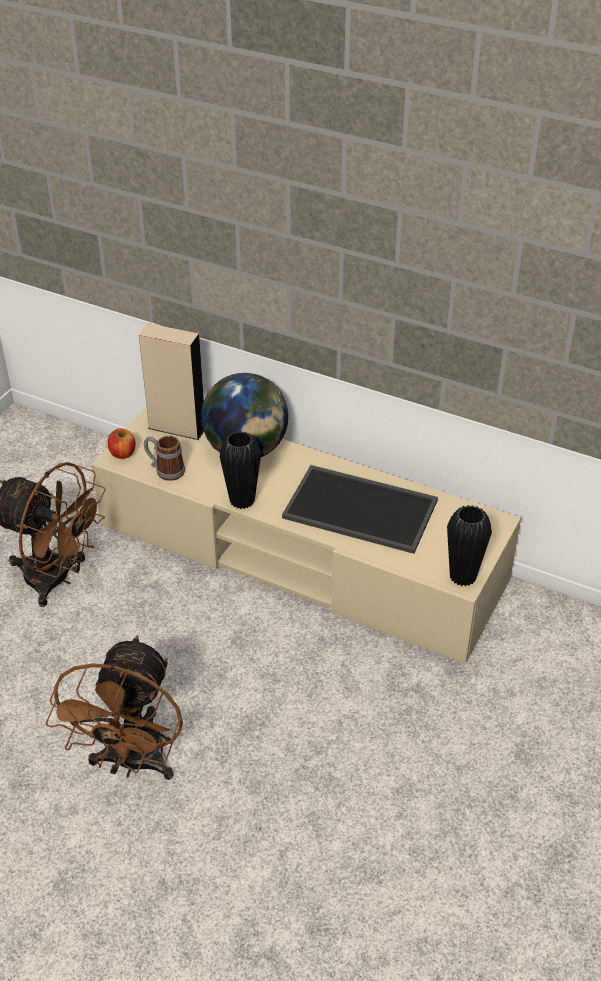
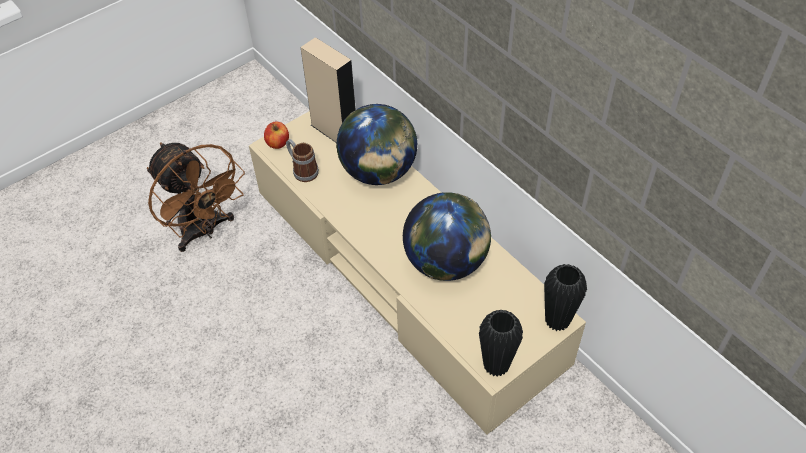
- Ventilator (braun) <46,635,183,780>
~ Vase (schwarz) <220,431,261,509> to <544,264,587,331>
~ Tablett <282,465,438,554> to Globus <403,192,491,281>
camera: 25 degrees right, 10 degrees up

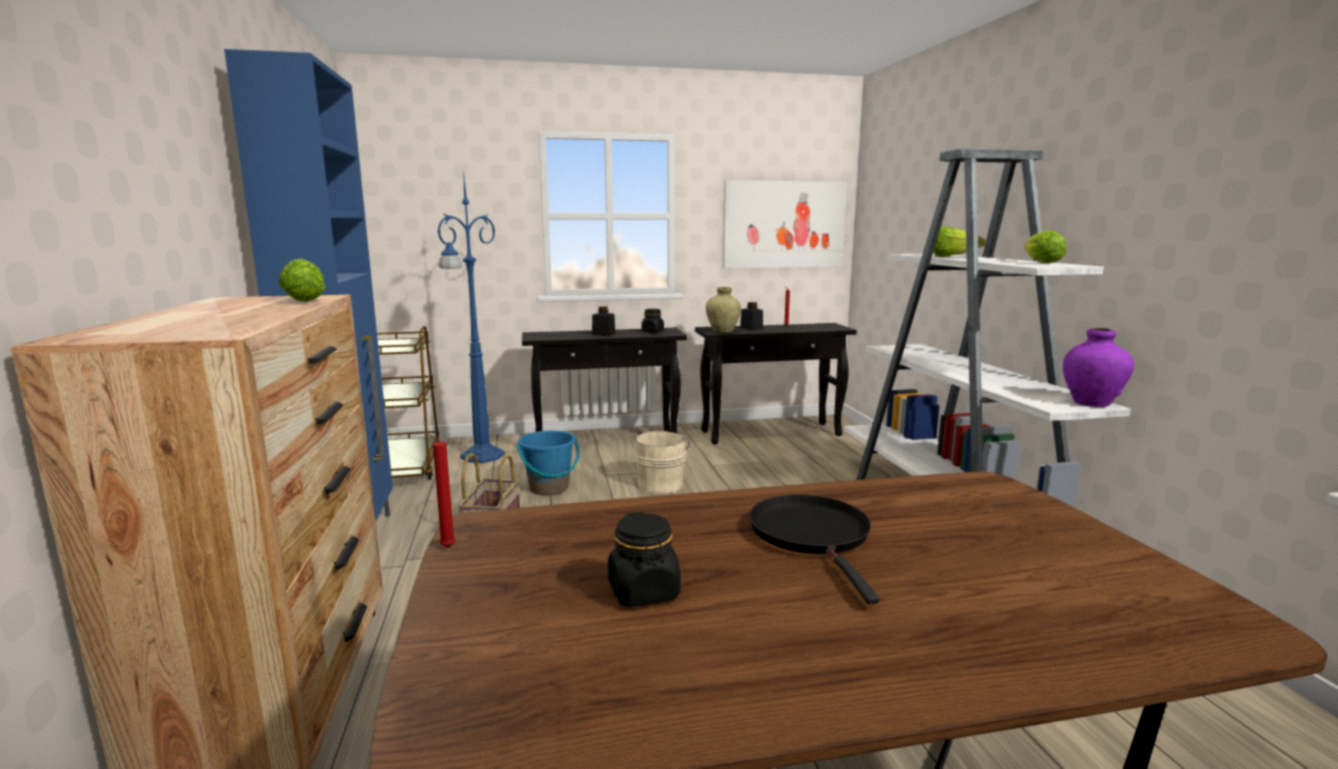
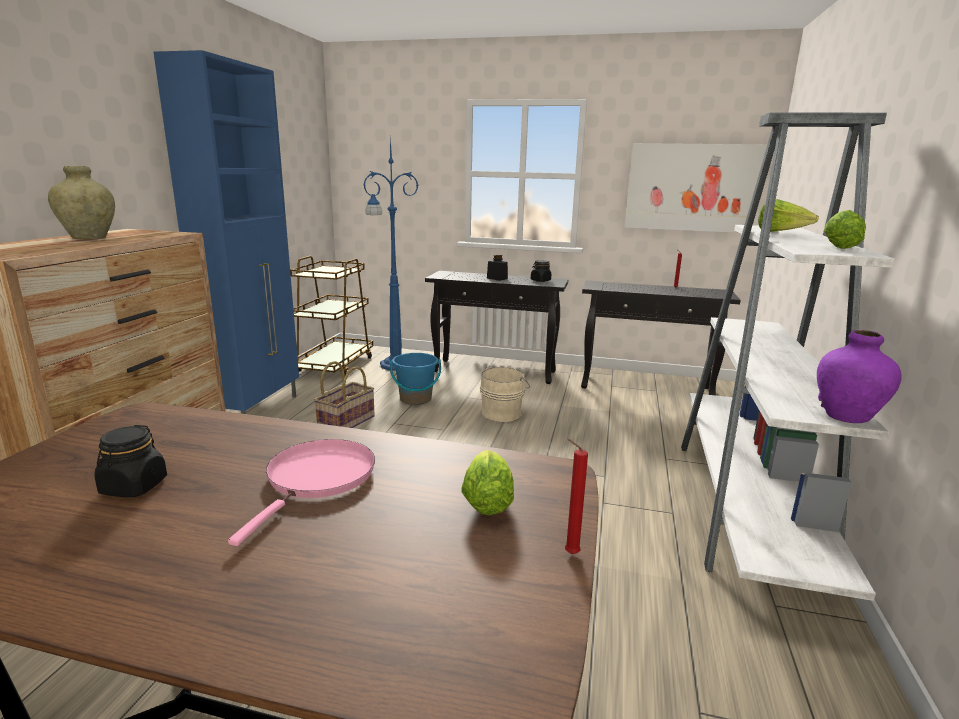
~ Salatkopf <279,259,325,302> to <462,450,514,515>
~ Kerze (rot) <424,432,456,547> to <565,439,588,554>
~ Vase (beige) <706,287,741,333> to <48,166,115,239>
- Vorratsglas (schwarz) <740,302,763,330>
~ Pfanne (schwarz) <749,495,880,604> to Pfanne (rosa) <228,439,375,546>
camera: 25 degrees right, 5 degrees up

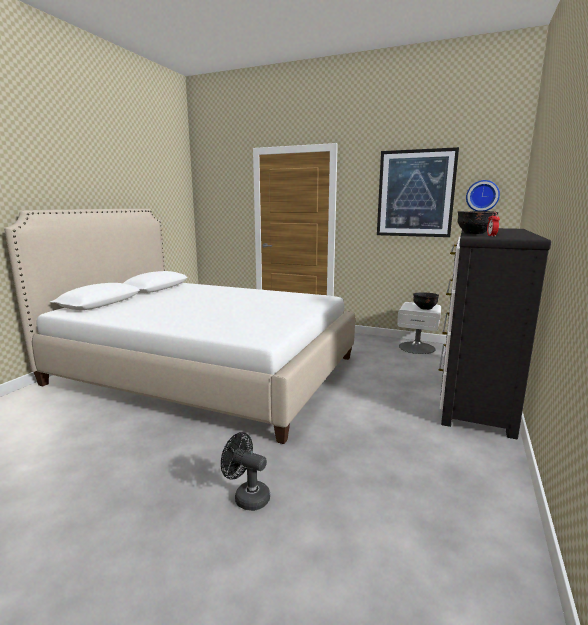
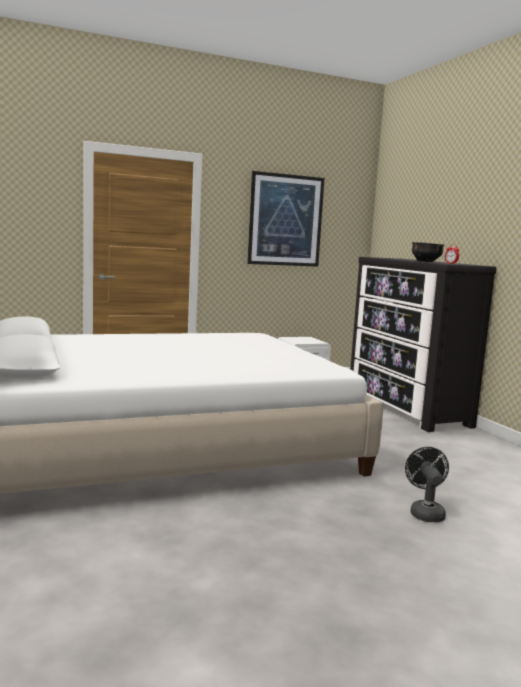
~ Ventilator (schwarz) <221,432,270,511> = <405,447,449,522> 105 degrees clockwise
- Schüssel (schwarz) <413,292,439,310>
- Wanduhr <466,180,500,211>
camera: 45 degrees left, 5 degrees down

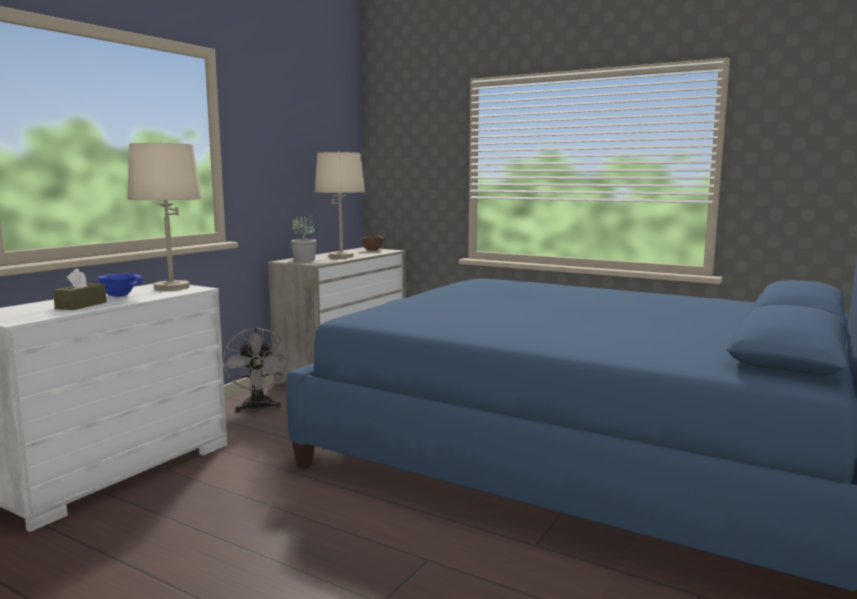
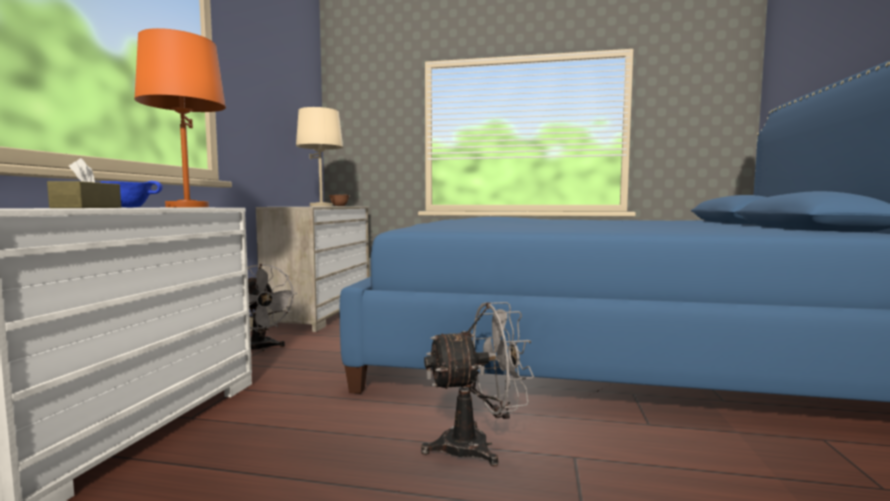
~ Tischlampe (beige) <127,142,202,291> to Tischlampe (orange) <134,28,226,207>
- Topfpflanze <291,214,317,261>
+ Ventilator (grau) <421,302,534,467>
camera: 20 degrees left, 5 degrees down

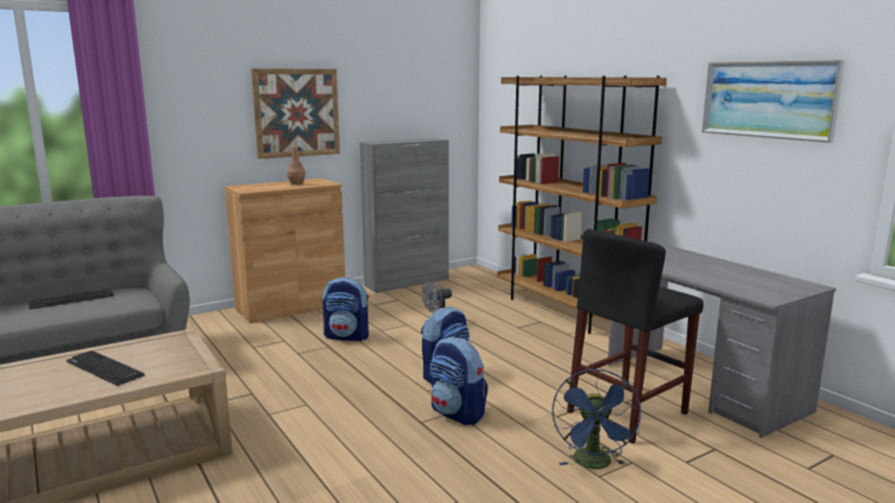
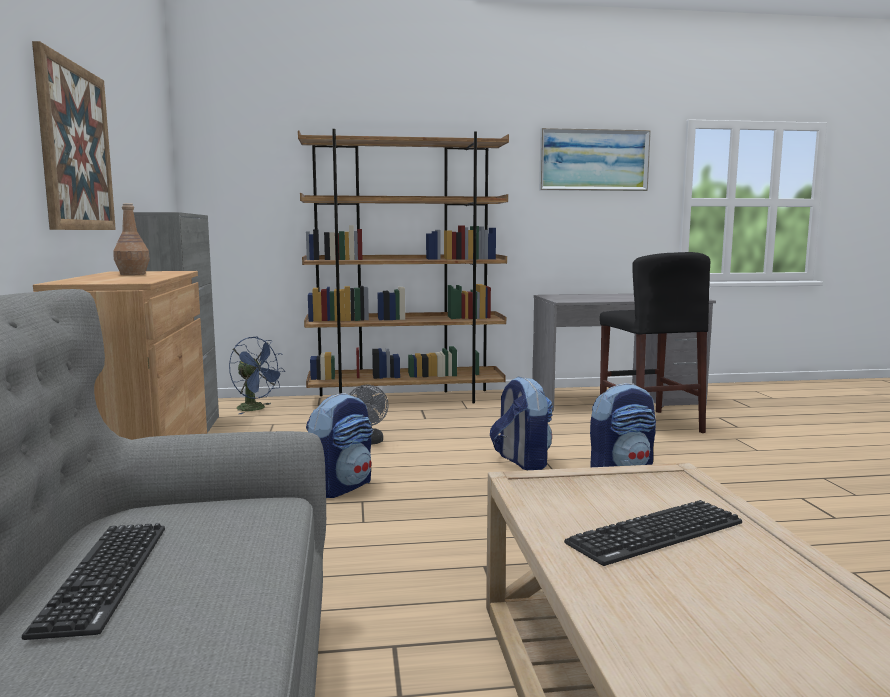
~ Ventilator (blau) <552,369,641,469> to <229,336,285,414>
camera: 65 degrees left, 5 degrees down

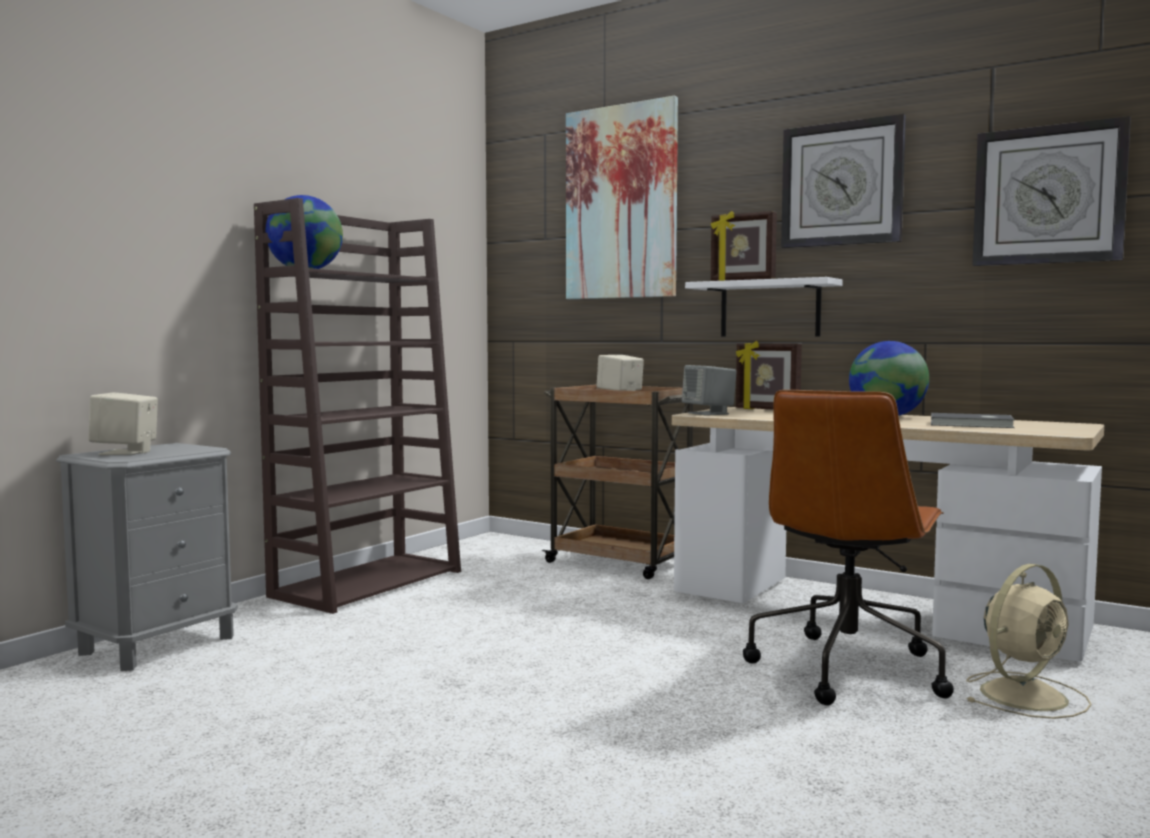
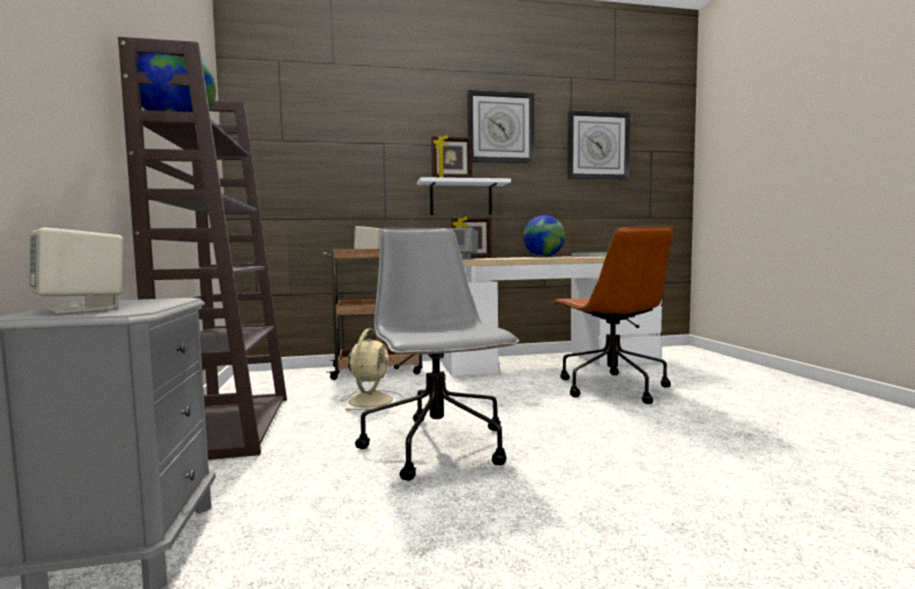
- Bild <566,96,678,299>
~ Ventilator (beige) <966,564,1091,719> to <341,328,402,411>
+ Bürostuhl (grau) <355,228,519,481>
camera: 45 degrees left, 0 degrees up

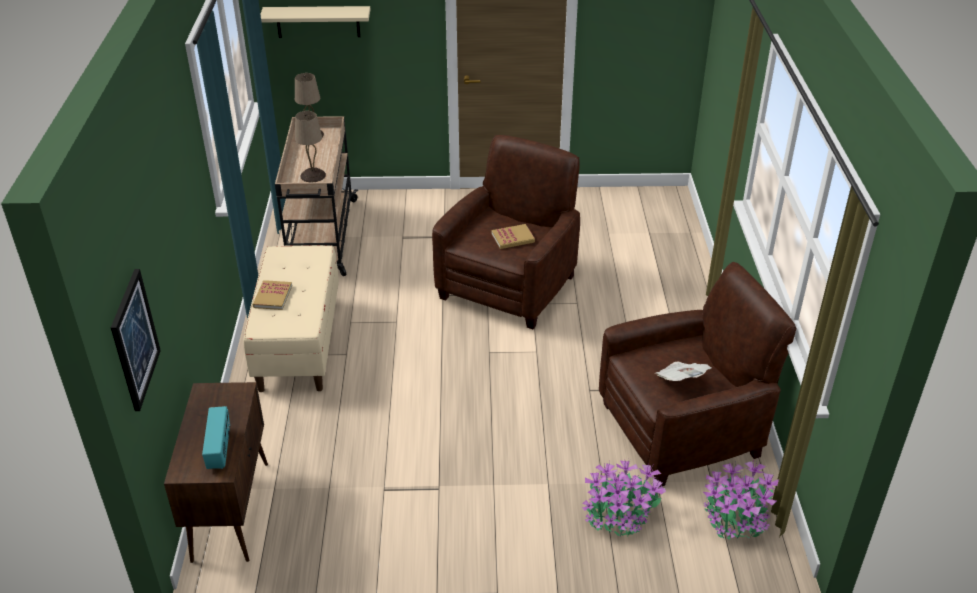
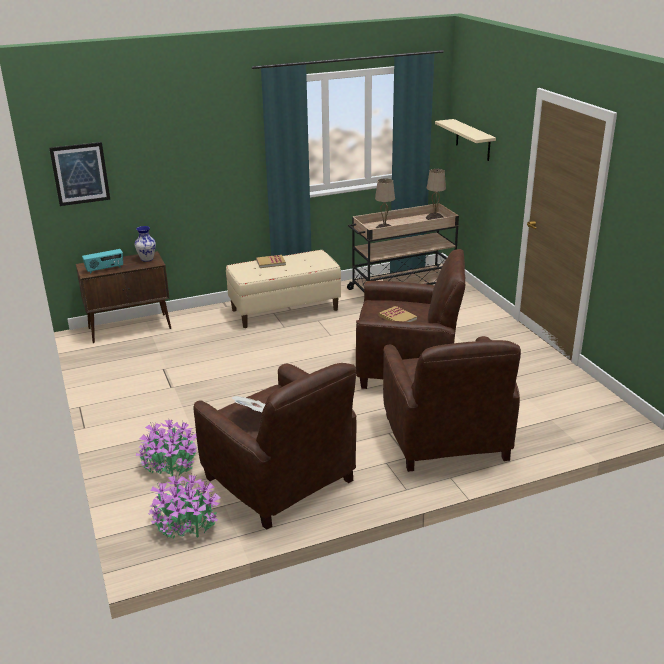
+ Vase <134,226,156,262>
+ Sessel (braun) <383,336,521,472>
camera: 70 degrees right, 10 degrees down

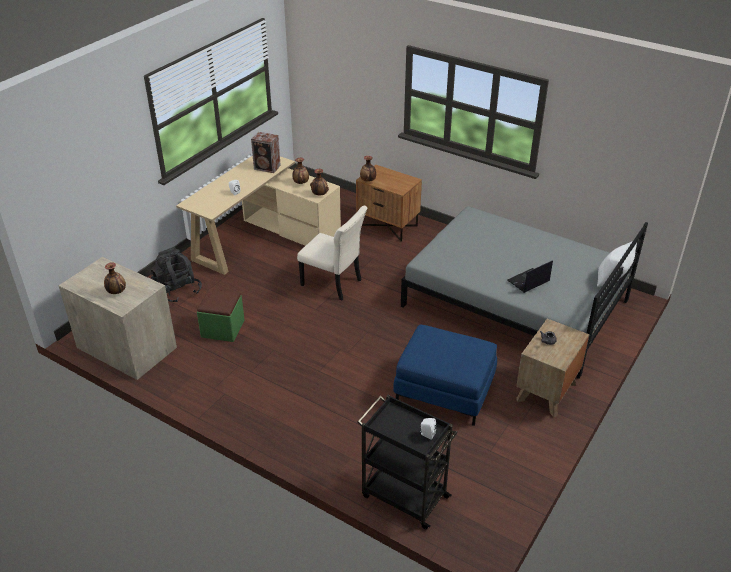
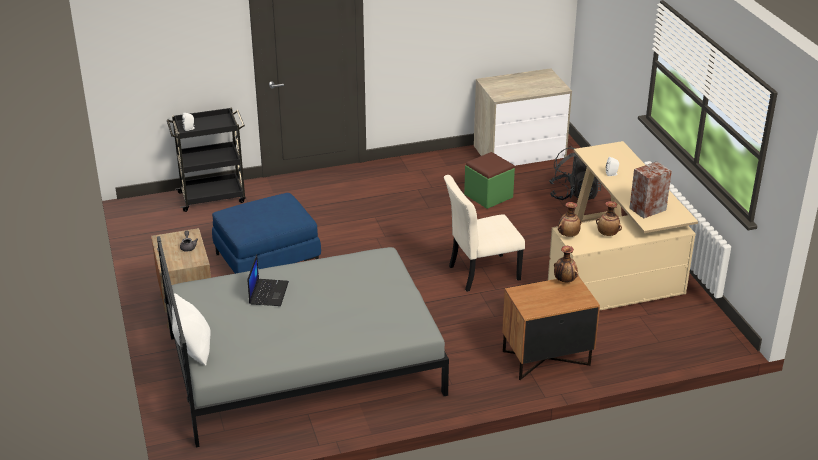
- Vase <104,262,126,294>
camera: 130 degrees right, 5 degrees down

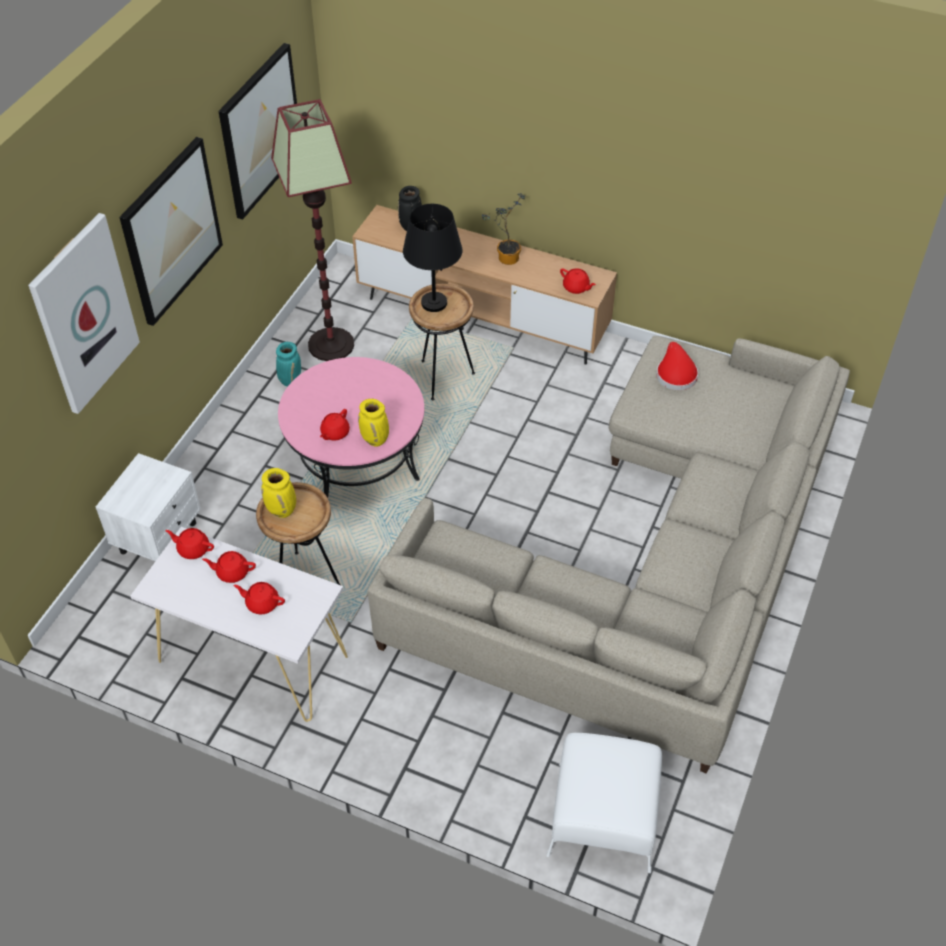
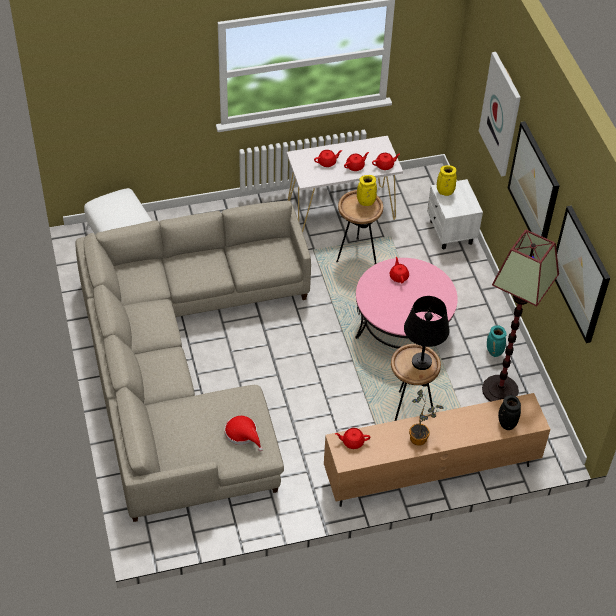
~ Vase (gelb) <358,399,389,447> to <437,165,457,196>
camera: 140 degrees right, 0 degrees up

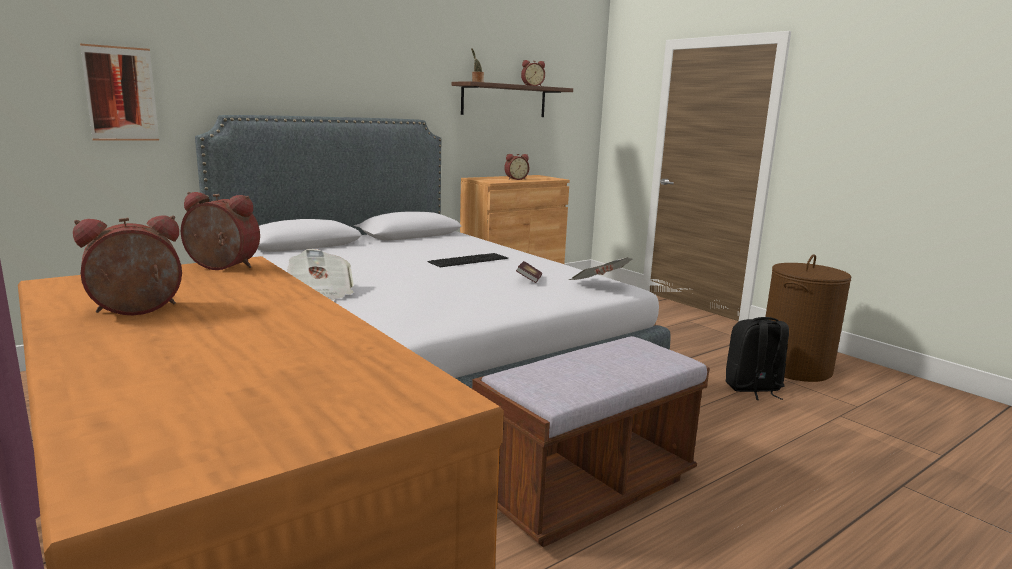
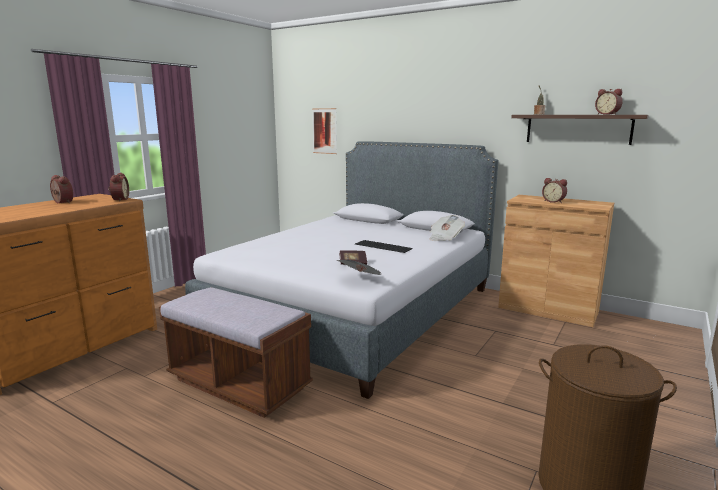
~ Zeitung <287,249,353,301> to <430,215,465,241>
- Rucksack (schwarz) <726,317,789,400>
camera: 70 degrees right, 0 degrees up

